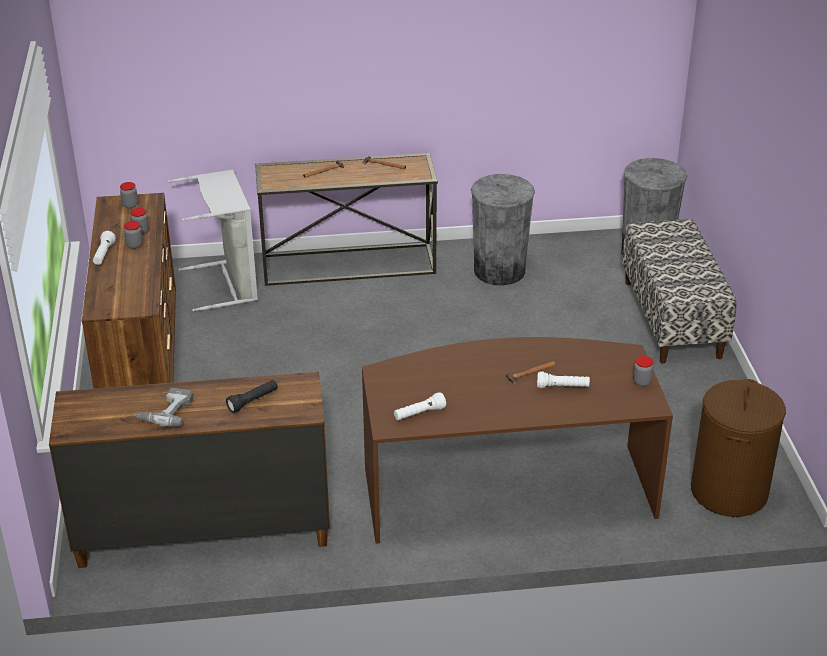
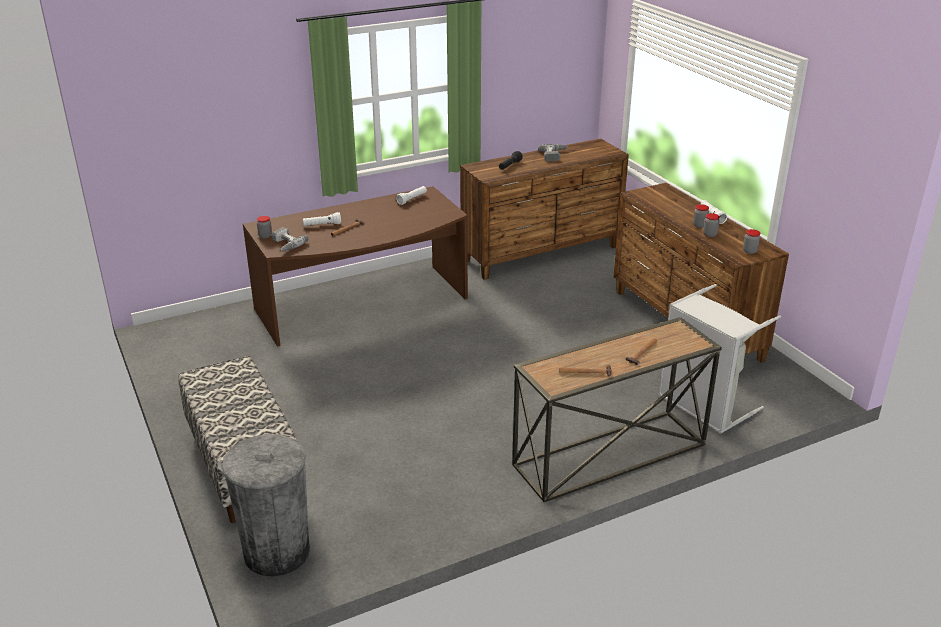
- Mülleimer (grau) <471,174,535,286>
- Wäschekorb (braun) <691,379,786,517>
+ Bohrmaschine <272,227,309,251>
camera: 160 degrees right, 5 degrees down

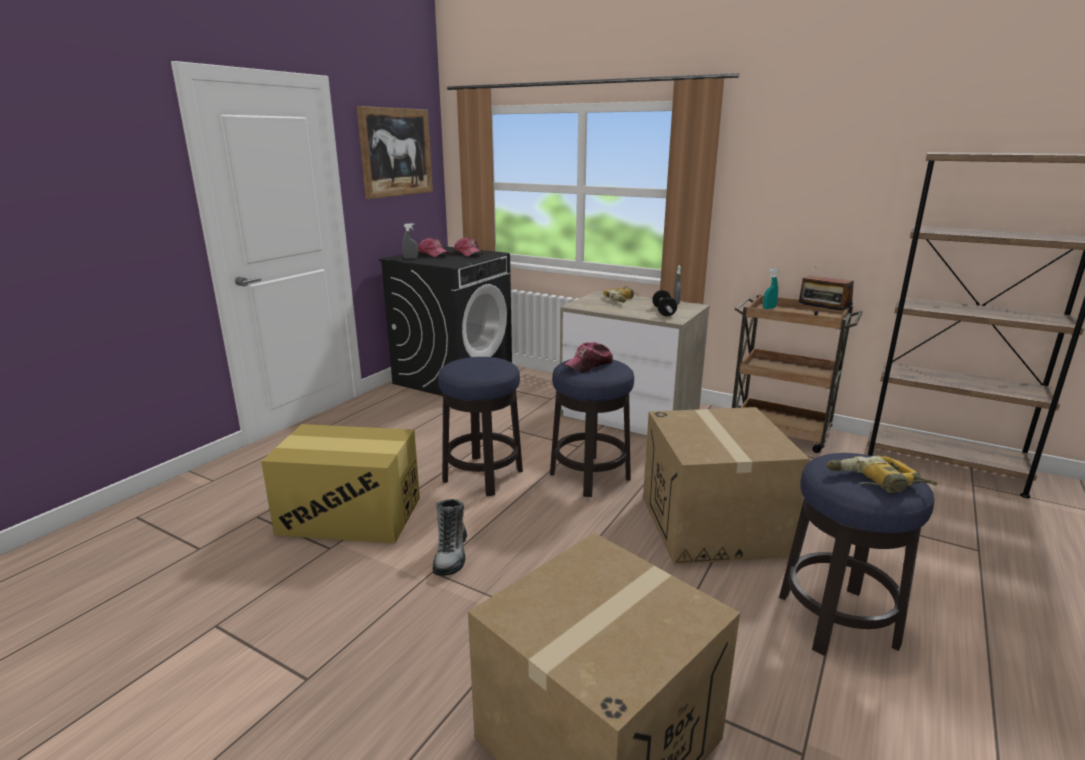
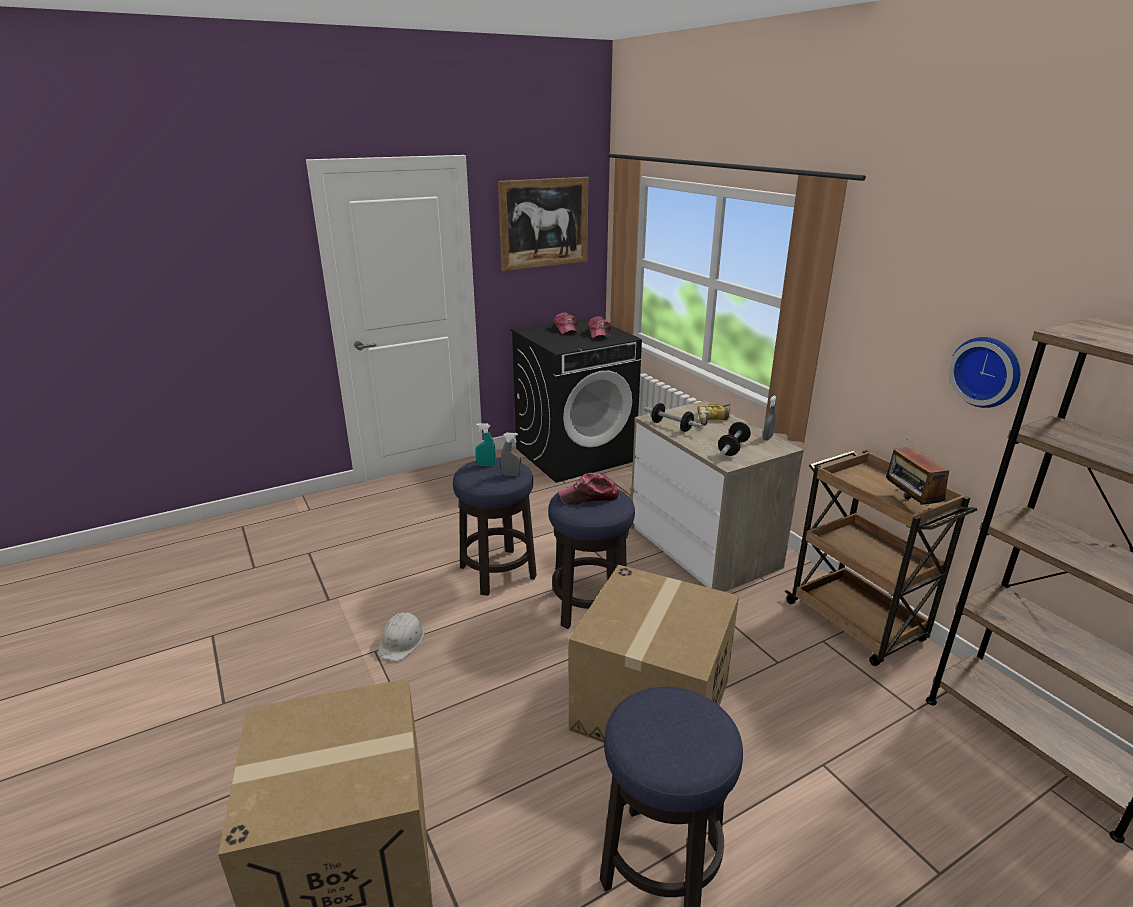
- Karton <261,424,420,544>
~ Sprühflasche (grau) <402,223,418,259> to <501,433,521,476>
~ Stiefel <433,499,467,576> to Schutzhelm (weiß) <378,612,424,661>
~ Sprühflasche (türkis) <763,269,779,309> to <475,423,496,466>
- Bohrmaschine <826,455,937,493>
+ Hantel <644,403,703,432>
+ Wanduhr <948,337,1020,408>
camera: 30 degrees right, 5 degrees up

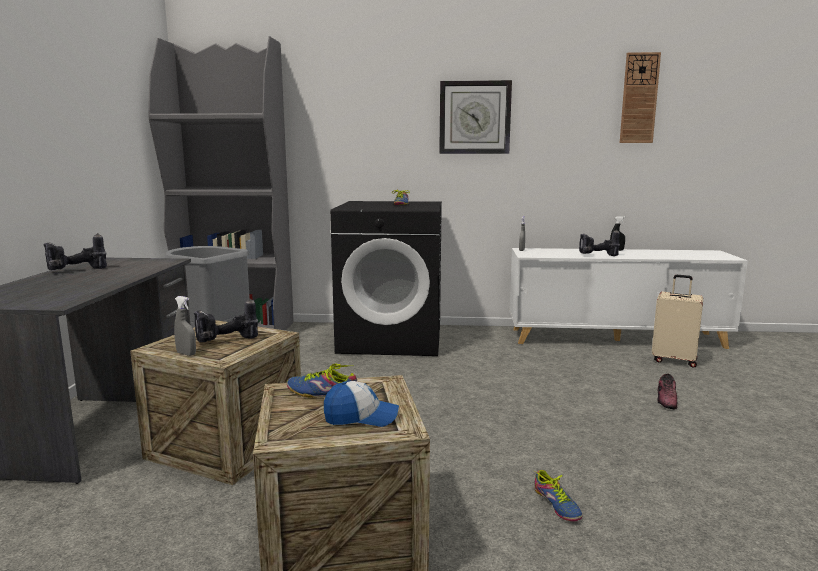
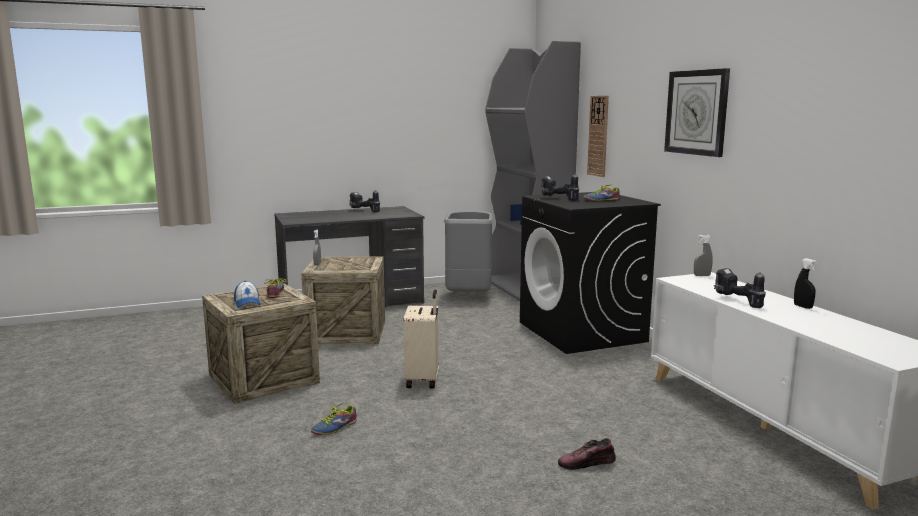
~ Bohrmaschine <194,299,258,343> to <541,174,579,200>
~ Wanduhr <620,52,661,143> to <587,96,609,177>
~ Koffer (beige) <652,275,703,368> to <403,290,439,389>
camera: 65 degrees right, 0 degrees up

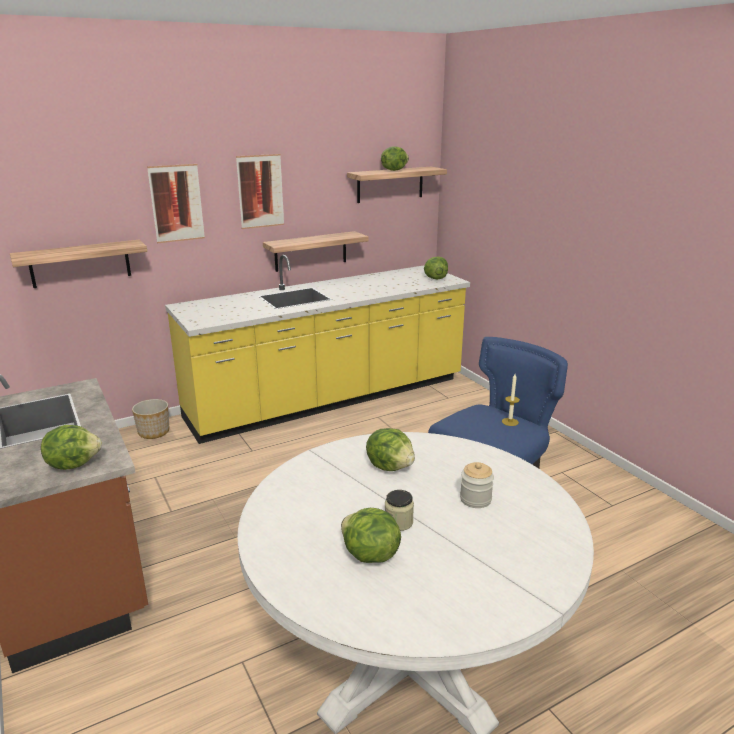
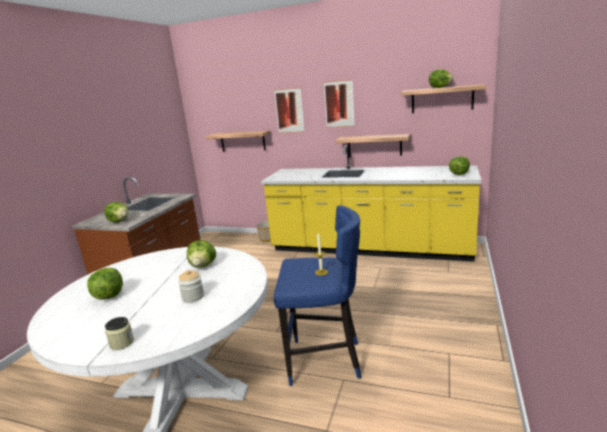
~ Vorratsglas <385,490,414,531> to <105,317,134,350>
camera: 50 degrees right, 5 degrees down

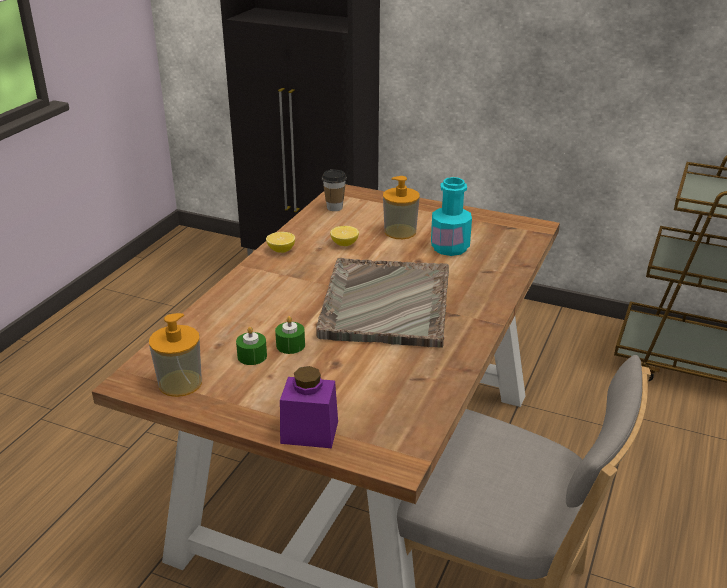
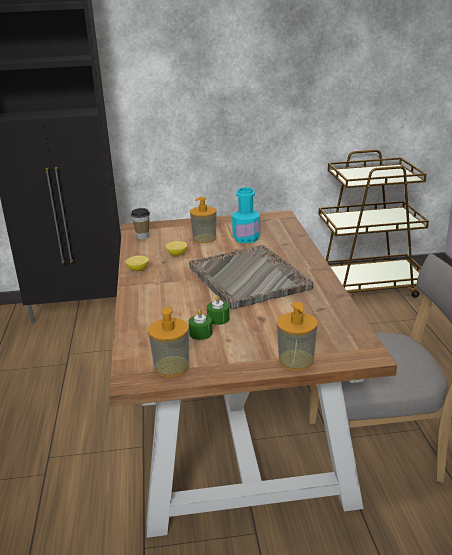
~ Vorratsglas (lila) <280,366,338,448> to Seifenspender <277,302,318,370>
camera: 30 degrees left, 5 degrees down

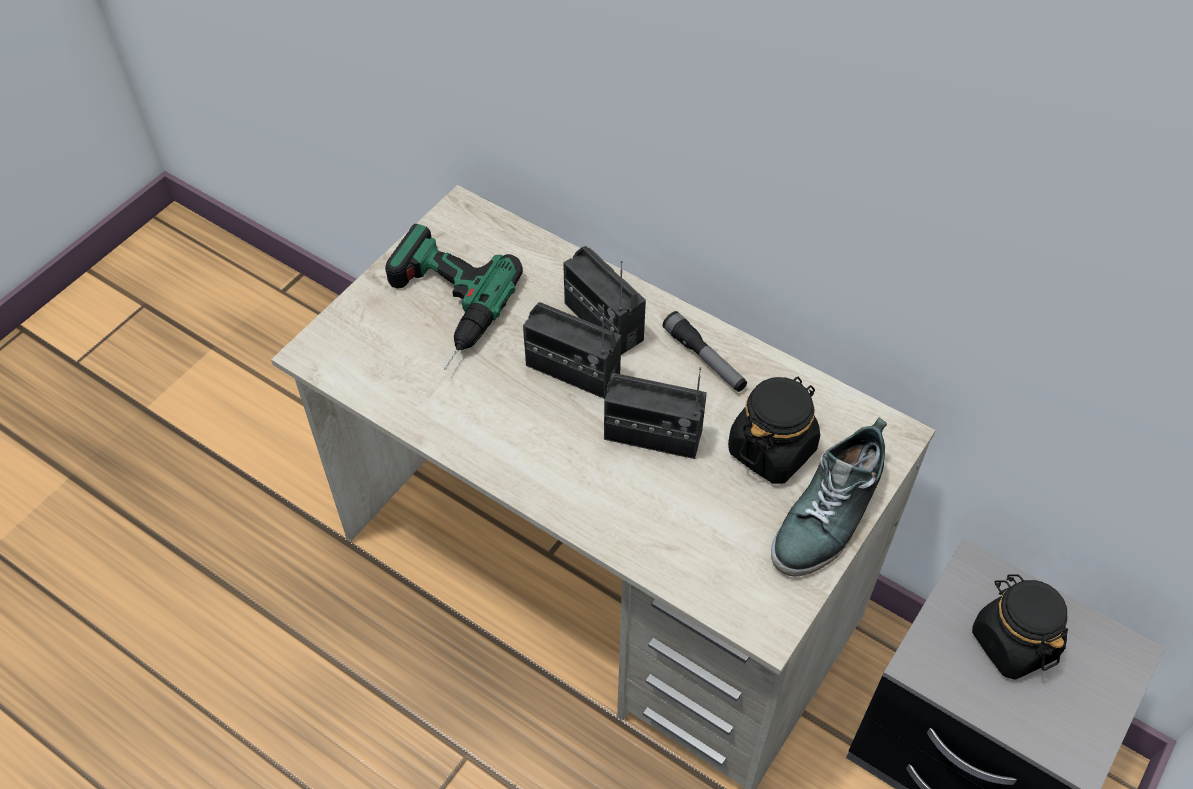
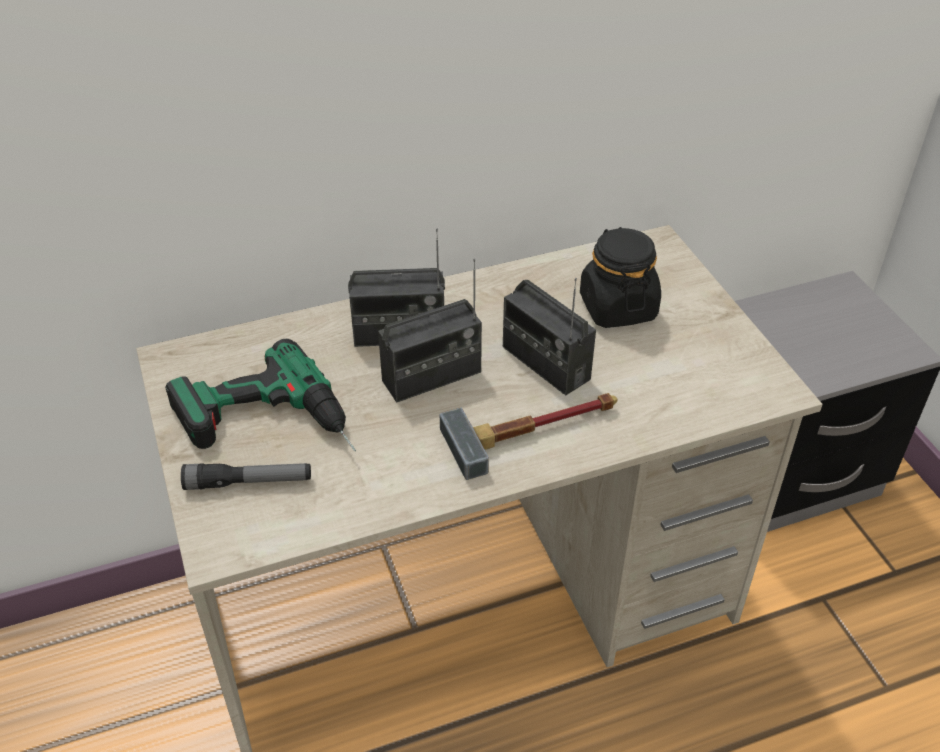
~ Radio <604,367,707,459> = <503,278,596,395> 90 degrees clockwise
~ Taschenlampe <663,311,747,392> to <181,463,311,490>
- Schuh <771,417,887,576>
- Vorratsglas (schwarz) <972,574,1068,680>
+ Hammer <440,393,617,480>
camera: 55 degrees left, 10 degrees down

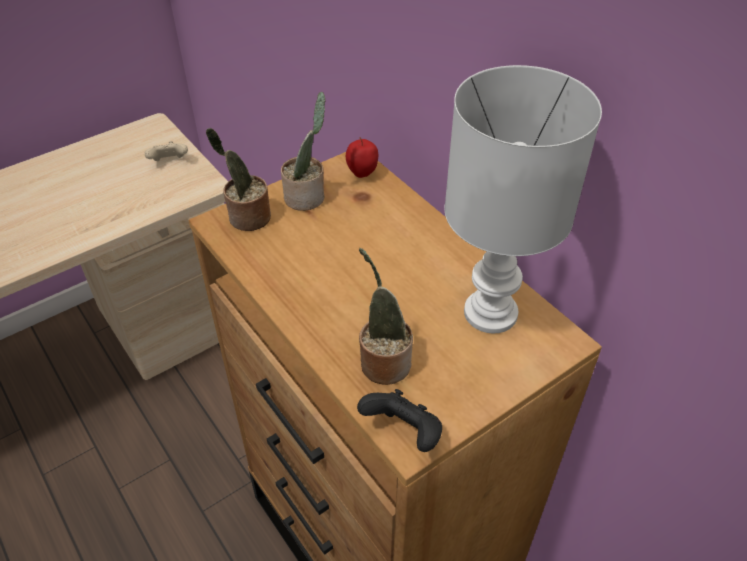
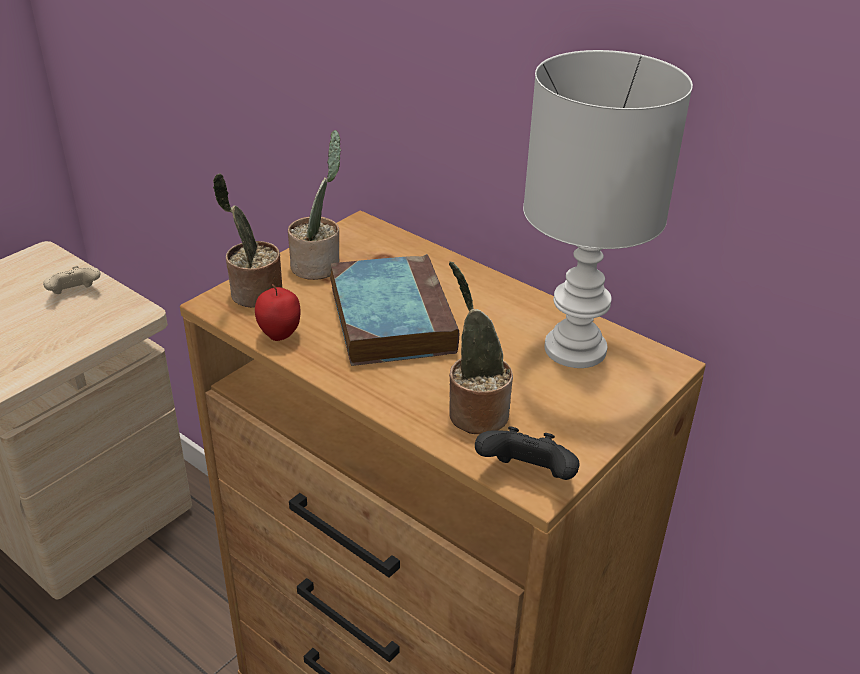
~ Apfel <346,137,378,178> to <255,284,300,341>
+ Buch <330,254,459,366>
camera: 15 degrees left, 10 degrees down

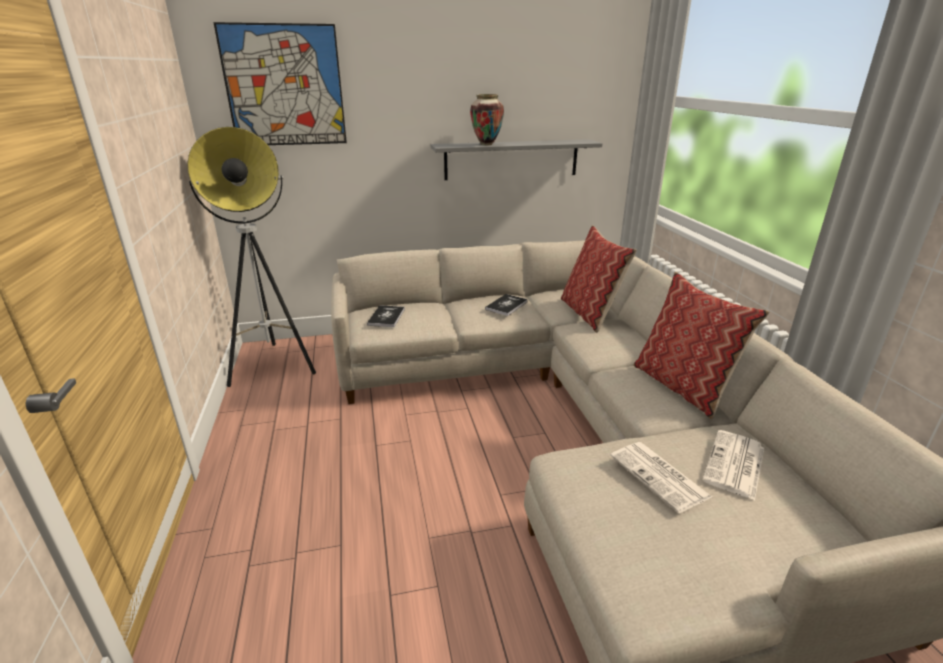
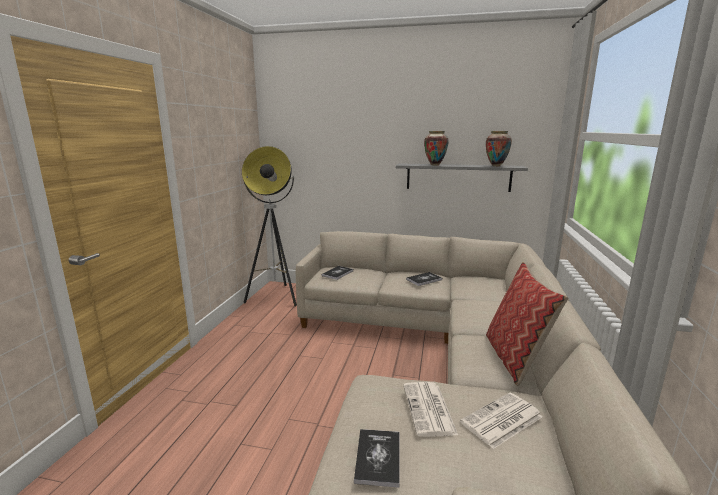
- Bild <213,22,347,145>
- Kissen <561,225,637,333>
+ Buch <354,429,400,488>
+ Vase <486,131,512,166>
camera: 25 degrees right, 10 degrees down

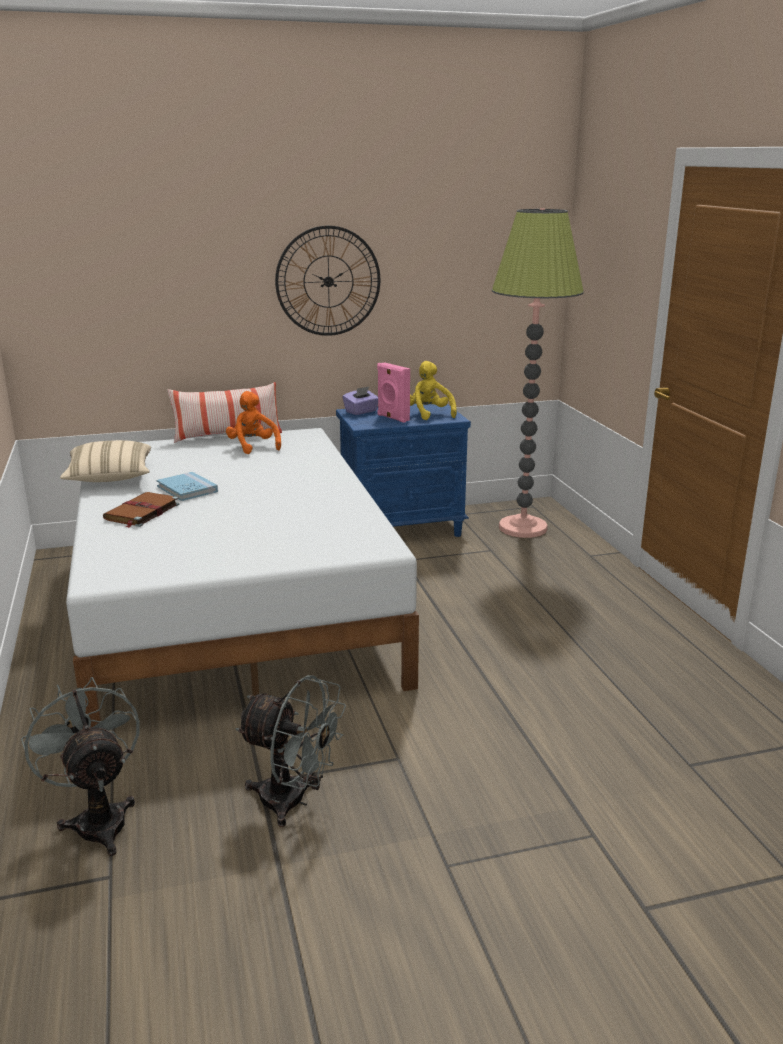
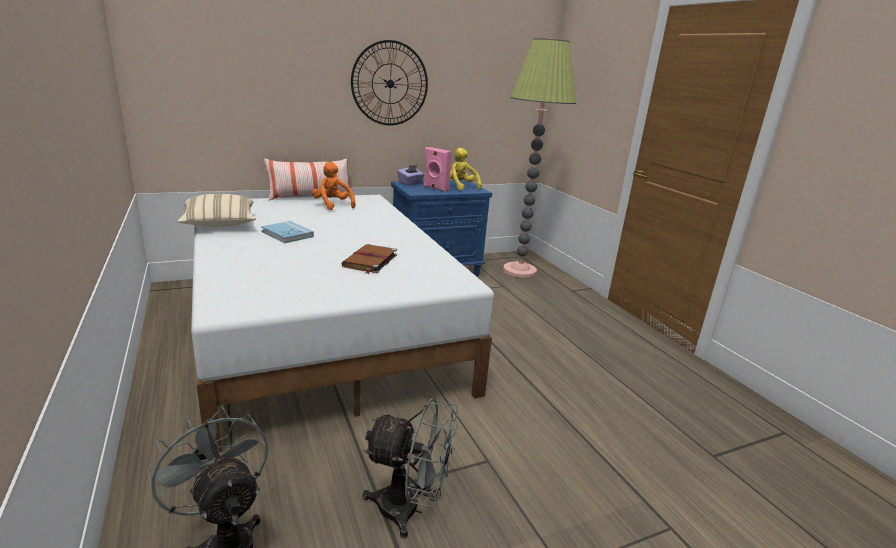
~ Buch (braun) <103,492,180,528> to <341,244,397,274>
camera: 10 degrees left, 0 degrees up

